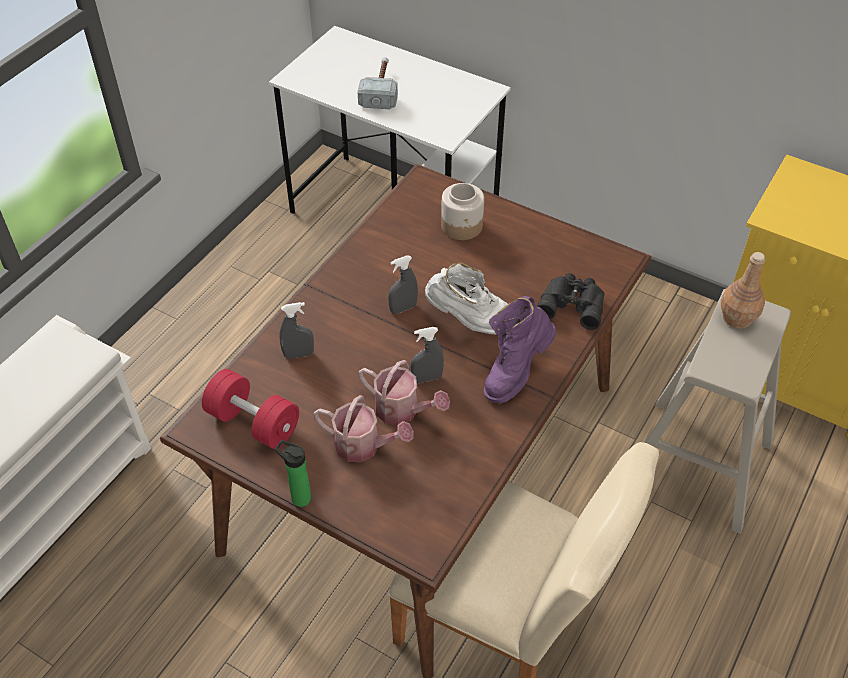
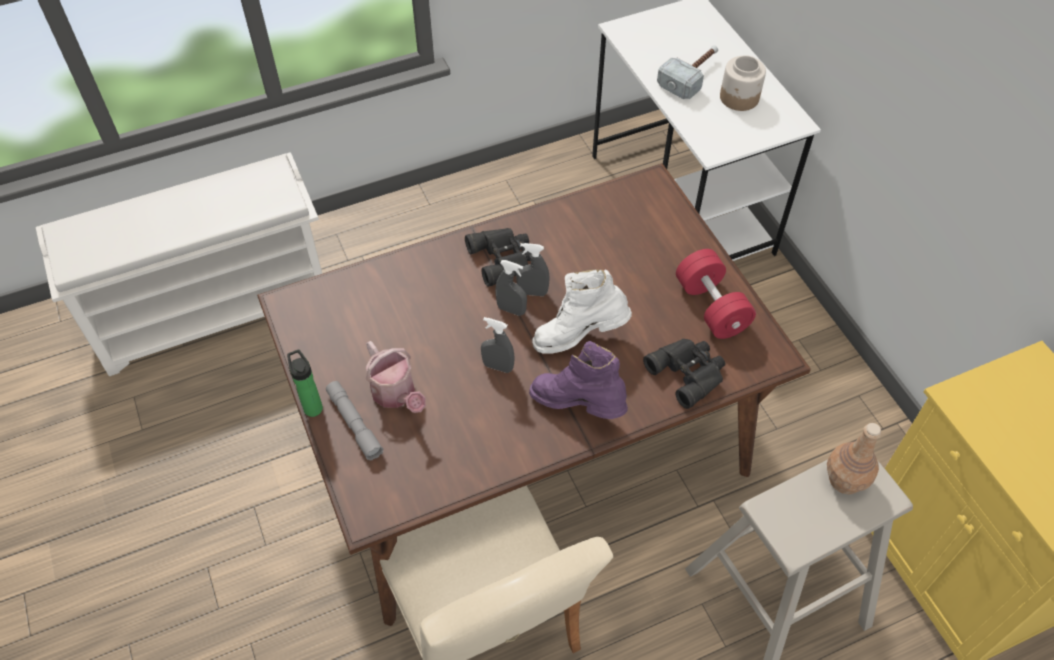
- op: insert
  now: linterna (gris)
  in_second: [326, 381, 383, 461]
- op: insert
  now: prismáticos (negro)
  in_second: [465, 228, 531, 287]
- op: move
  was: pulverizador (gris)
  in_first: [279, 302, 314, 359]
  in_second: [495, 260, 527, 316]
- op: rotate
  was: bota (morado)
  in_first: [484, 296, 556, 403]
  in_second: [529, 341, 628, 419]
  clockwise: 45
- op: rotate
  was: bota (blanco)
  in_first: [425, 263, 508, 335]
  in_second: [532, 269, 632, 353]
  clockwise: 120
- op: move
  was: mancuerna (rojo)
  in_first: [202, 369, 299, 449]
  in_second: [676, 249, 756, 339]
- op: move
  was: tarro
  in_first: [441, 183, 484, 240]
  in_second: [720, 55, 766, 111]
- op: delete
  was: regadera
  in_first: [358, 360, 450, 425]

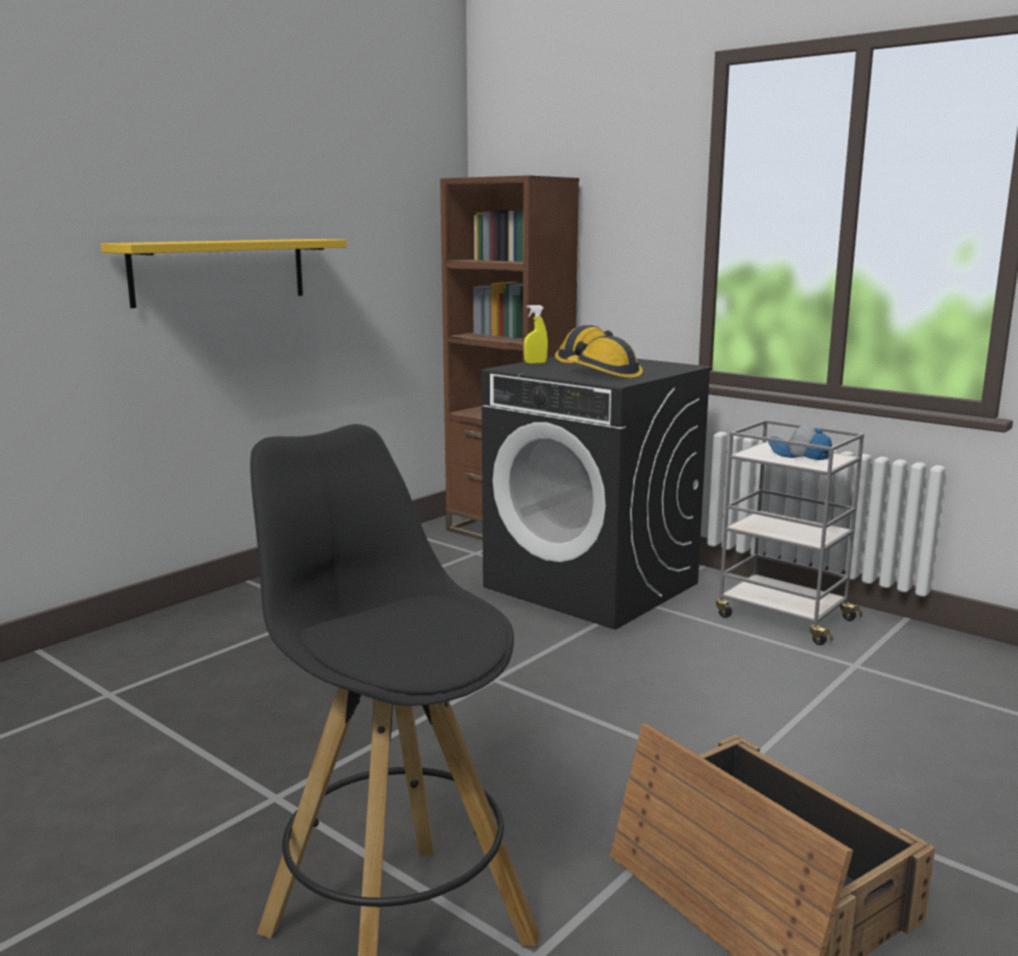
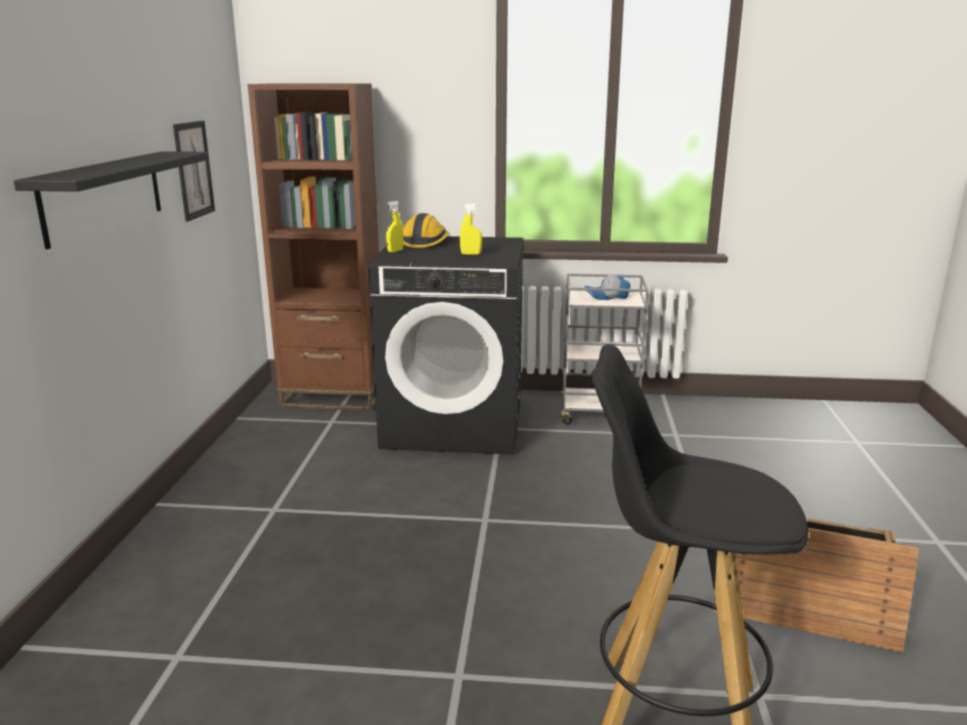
- op: recolor
  was: estante (amarillo)
  now: estante (negro)
  in_first: [101, 239, 347, 308]
  in_second: [14, 151, 209, 249]
- op: insert
  now: cuadro
  in_second: [173, 121, 215, 221]
- op: replace
  was: casco
  now: pulverizador (amarillo)
  in_first: [567, 336, 643, 378]
  in_second: [460, 203, 482, 255]

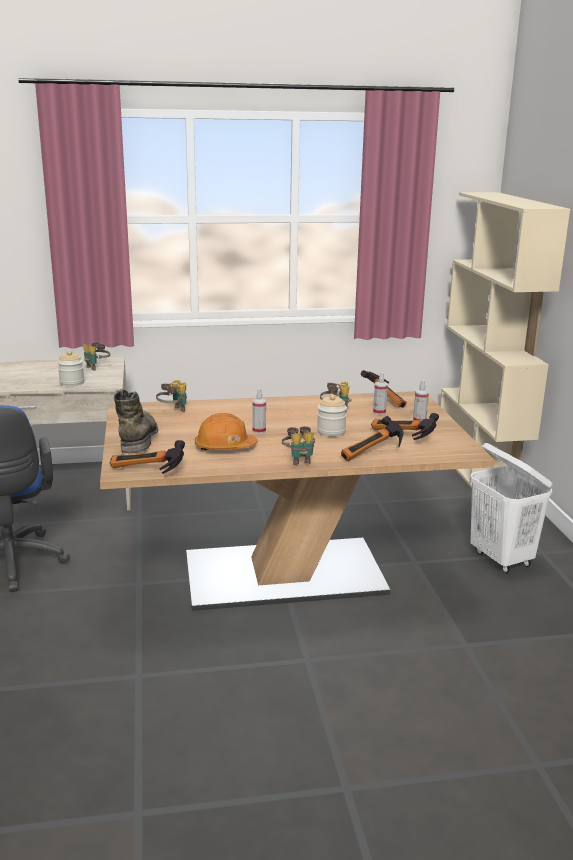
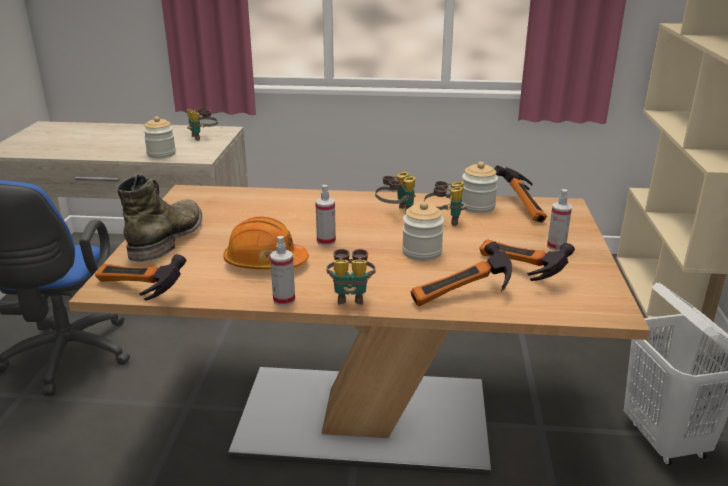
- op: move
  was: pulverizador
  in_first: [373, 372, 388, 415]
  in_second: [270, 236, 295, 306]
- op: move
  was: prismáticos
  in_first: [156, 380, 187, 412]
  in_second: [375, 172, 415, 213]
- op: insert
  now: tarro
  in_second: [462, 162, 498, 213]

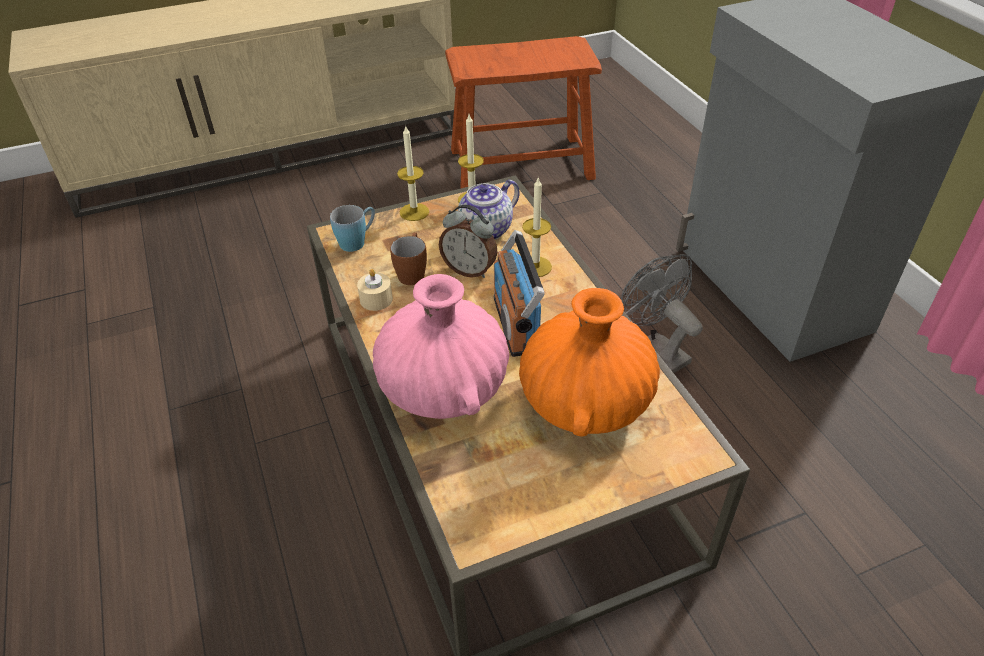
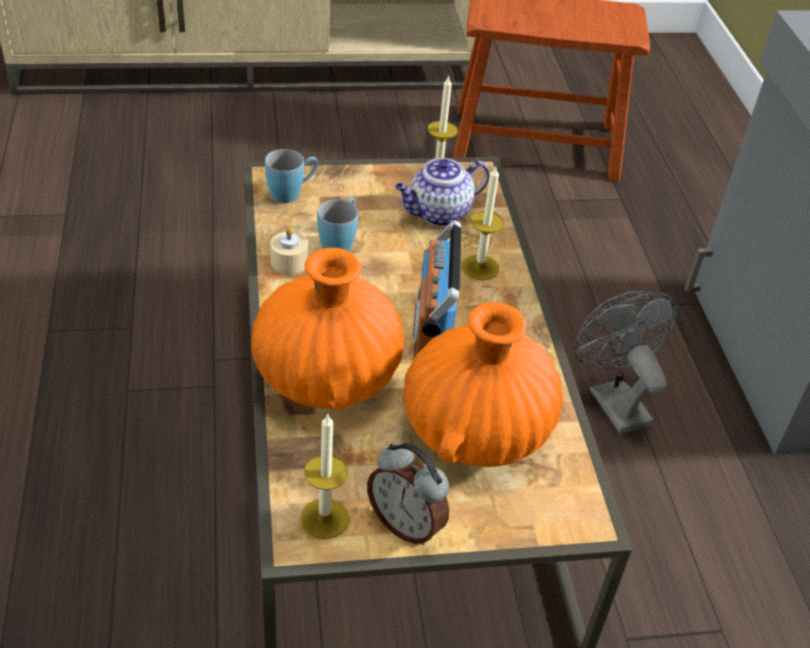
- op: recolor
  was: florero (rosa)
  now: florero (naranja)
  in_first: [373, 274, 509, 419]
  in_second: [251, 248, 404, 410]
- op: move
  was: vela
  in_first: [397, 125, 429, 221]
  in_second: [300, 414, 349, 539]
- op: recolor
  was: taza grande (marrón)
  now: taza grande (azul)
  in_first: [390, 233, 427, 285]
  in_second: [317, 197, 358, 251]
- op: move
  was: despertador
  in_first: [439, 205, 498, 278]
  in_second: [367, 443, 449, 545]

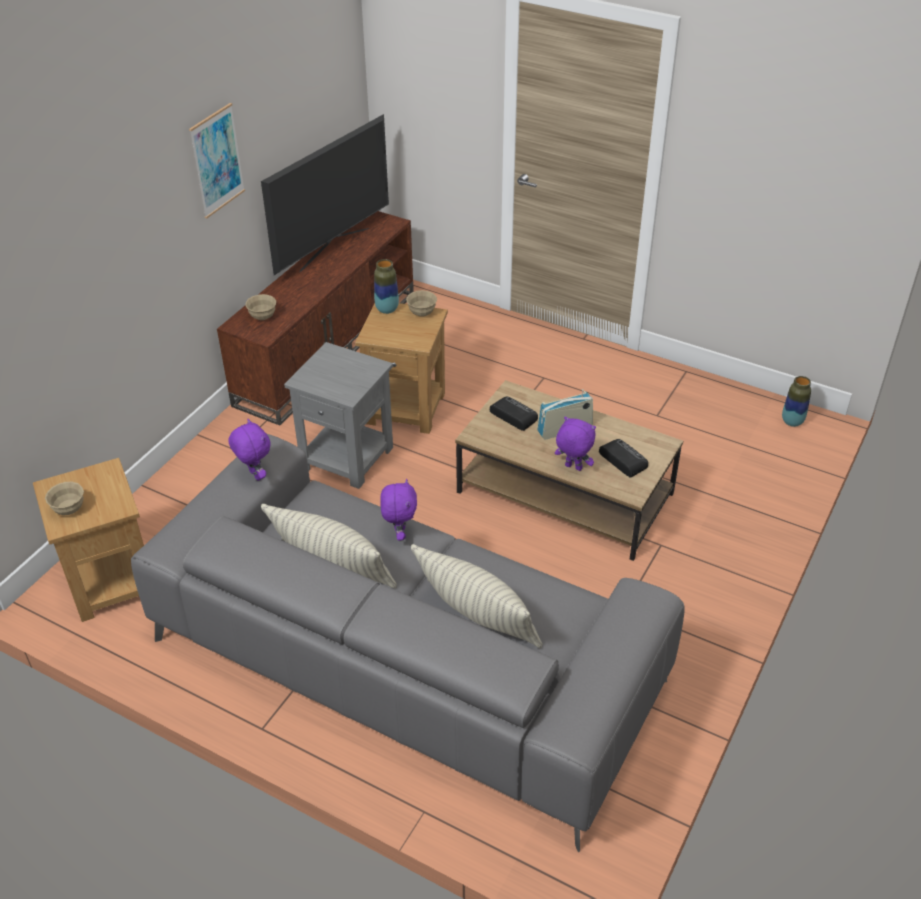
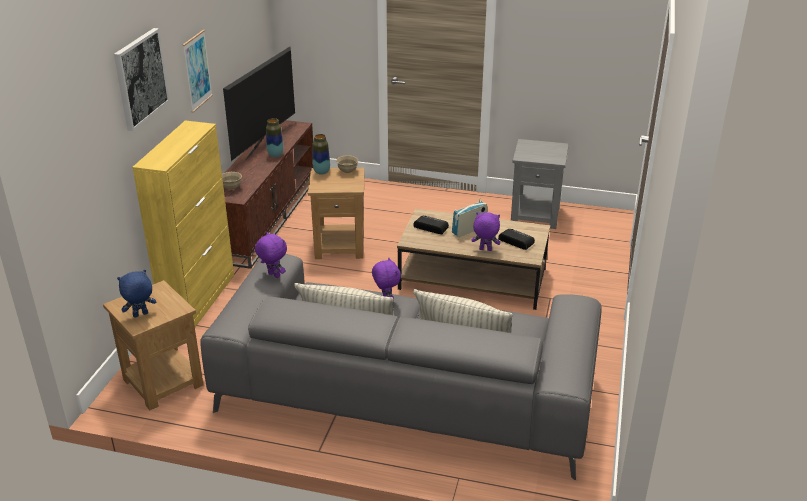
- op: insert
  now: cuadro
  in_second: [114, 28, 170, 131]
- op: replace
  was: cuenco (beis)
  now: peluche (azul)
  in_first: [45, 482, 84, 515]
  in_second: [117, 270, 156, 318]
- op: insert
  now: armario (amarillo)
  in_second: [132, 120, 234, 327]
- op: move
  was: florero
  in_first: [782, 376, 811, 427]
  in_second: [266, 118, 284, 157]
- op: move
  was: mesa auxiliar (gris)
  in_first: [284, 342, 393, 489]
  in_second: [511, 139, 569, 229]

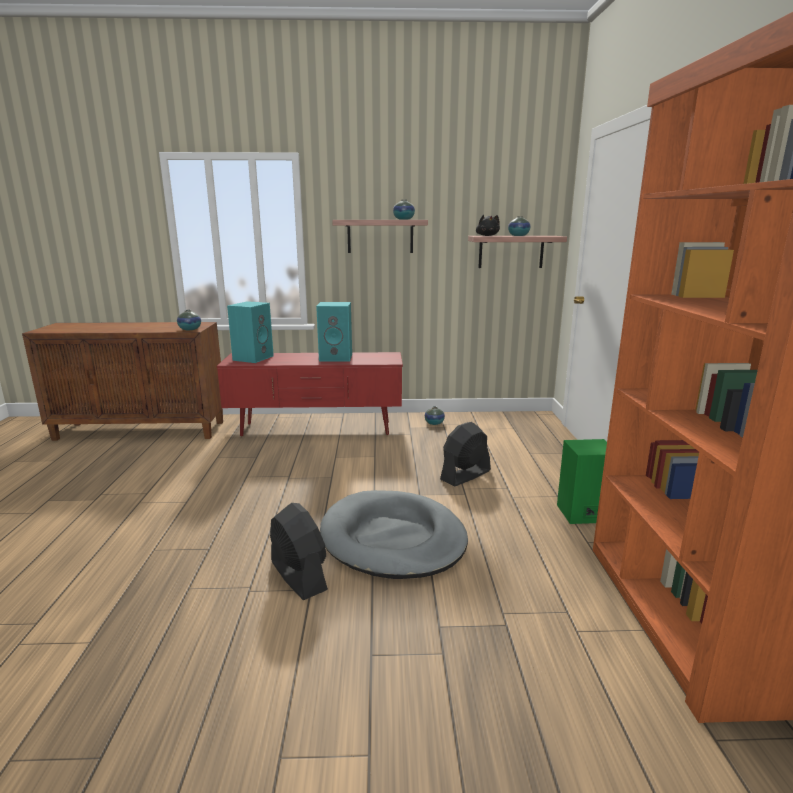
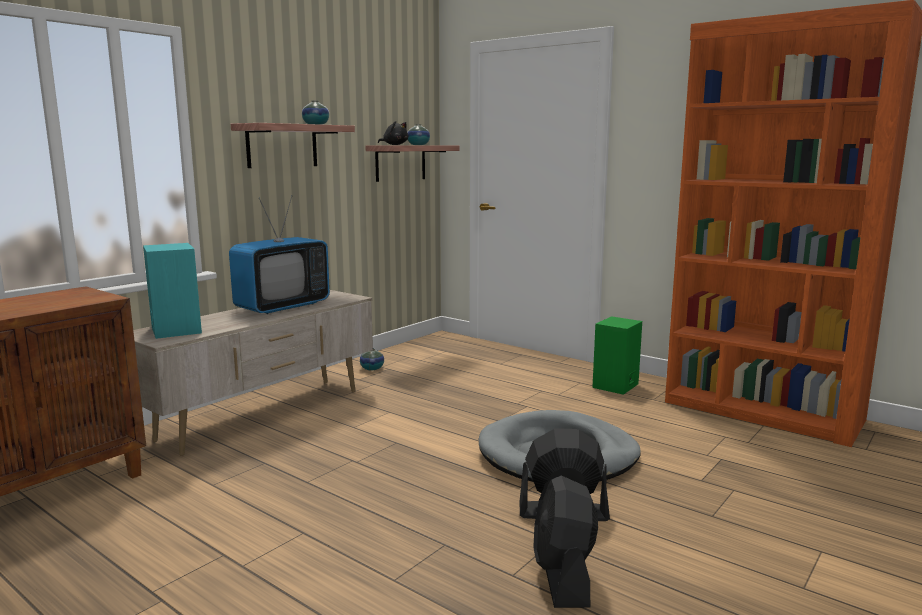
- op: recolor
  was: mueble de televisión (rojo)
  now: mueble de televisión (beis)
  in_first: [217, 352, 403, 436]
  in_second: [133, 290, 373, 456]
- op: replace
  was: altavoz (turquesa)
  now: televisor
  in_first: [316, 302, 352, 361]
  in_second: [229, 195, 330, 314]
- op: move
  was: ventilador (negro)
  in_first: [440, 422, 491, 486]
  in_second: [533, 475, 598, 608]
- op: delete
  was: florero
  in_first: [177, 310, 201, 330]

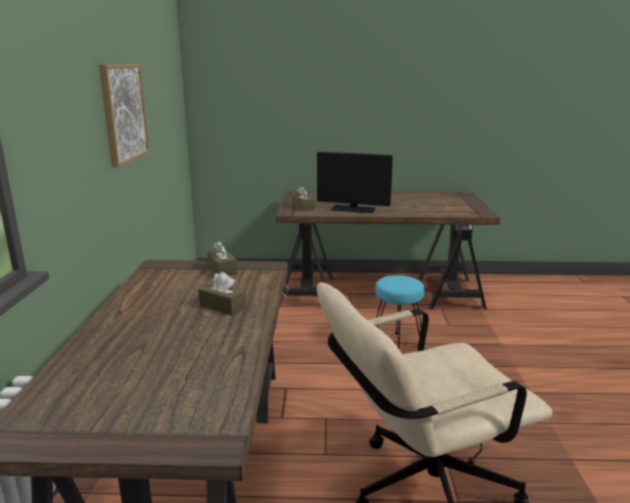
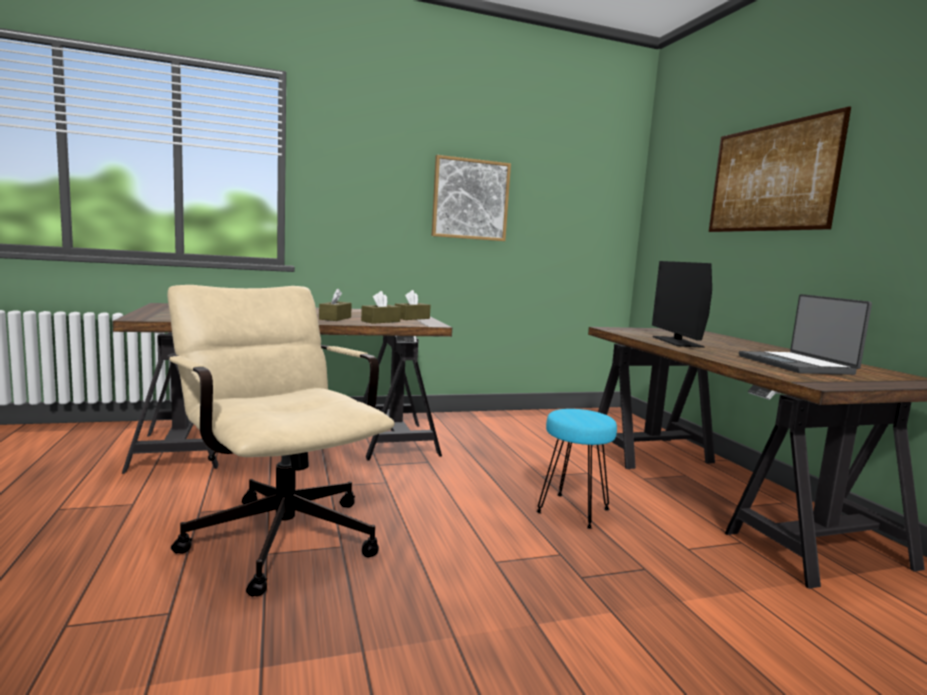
- op: move
  was: caja de pañuelos (marrón)
  in_first: [292, 186, 315, 211]
  in_second: [361, 291, 401, 324]
- op: insert
  now: cuadro
  in_second: [709, 106, 851, 232]
- op: insert
  now: portátil
  in_second: [739, 294, 872, 375]

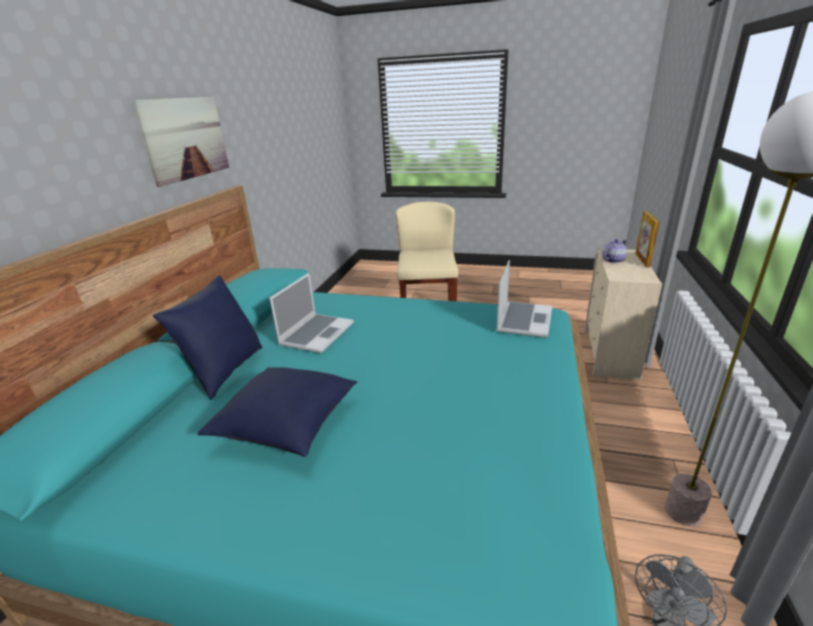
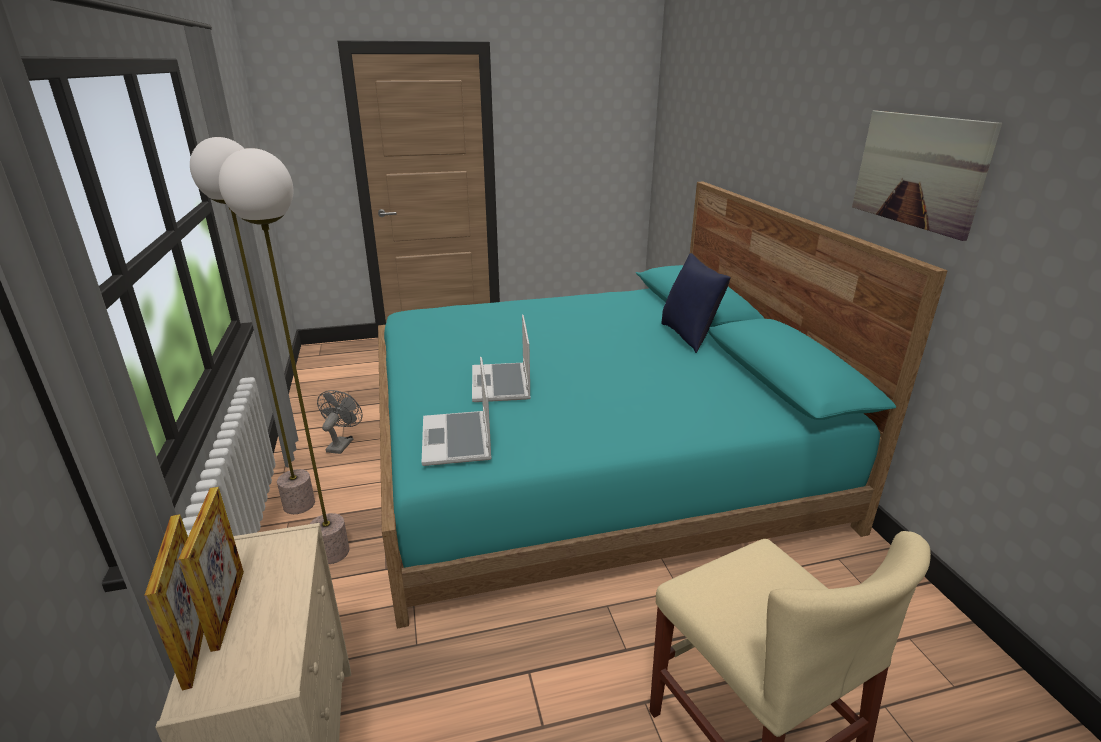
- op: insert
  now: portarretratos
  in_second: [178, 487, 244, 652]
- op: insert
  now: lámpara de pie
  in_second: [219, 148, 349, 564]
- op: move
  was: portátil
  in_first: [269, 273, 354, 353]
  in_second: [472, 315, 531, 402]
- op: delete
  was: cojín (azul)
  in_first: [197, 367, 357, 457]
- op: delete
  was: tetera
  in_first: [602, 239, 627, 263]

